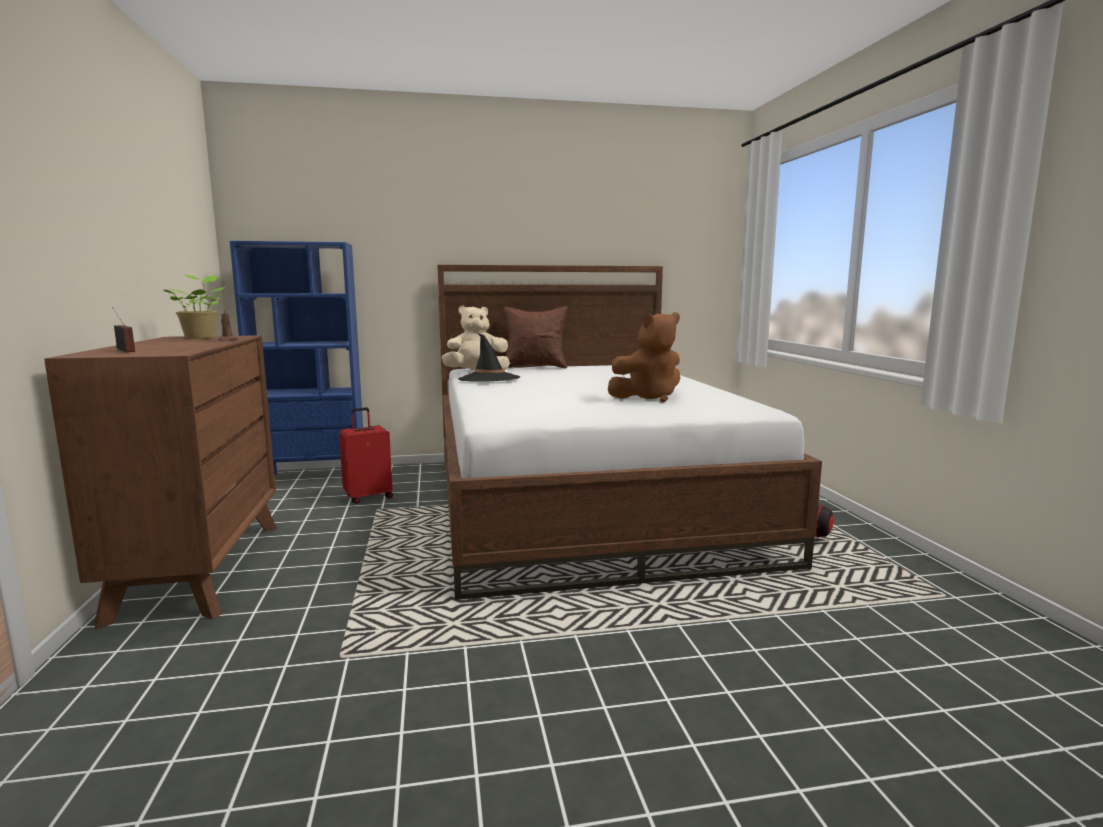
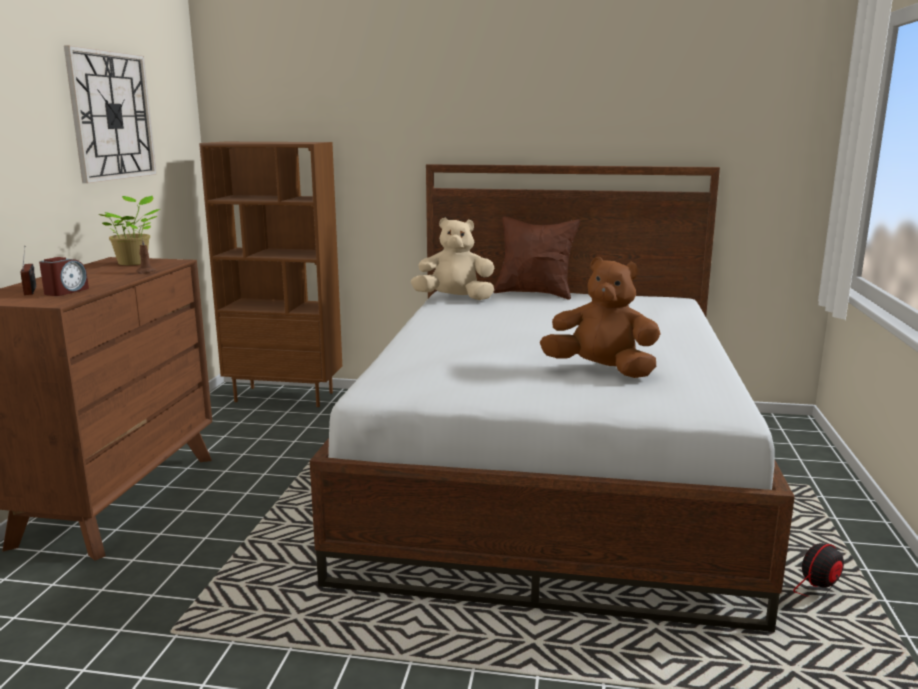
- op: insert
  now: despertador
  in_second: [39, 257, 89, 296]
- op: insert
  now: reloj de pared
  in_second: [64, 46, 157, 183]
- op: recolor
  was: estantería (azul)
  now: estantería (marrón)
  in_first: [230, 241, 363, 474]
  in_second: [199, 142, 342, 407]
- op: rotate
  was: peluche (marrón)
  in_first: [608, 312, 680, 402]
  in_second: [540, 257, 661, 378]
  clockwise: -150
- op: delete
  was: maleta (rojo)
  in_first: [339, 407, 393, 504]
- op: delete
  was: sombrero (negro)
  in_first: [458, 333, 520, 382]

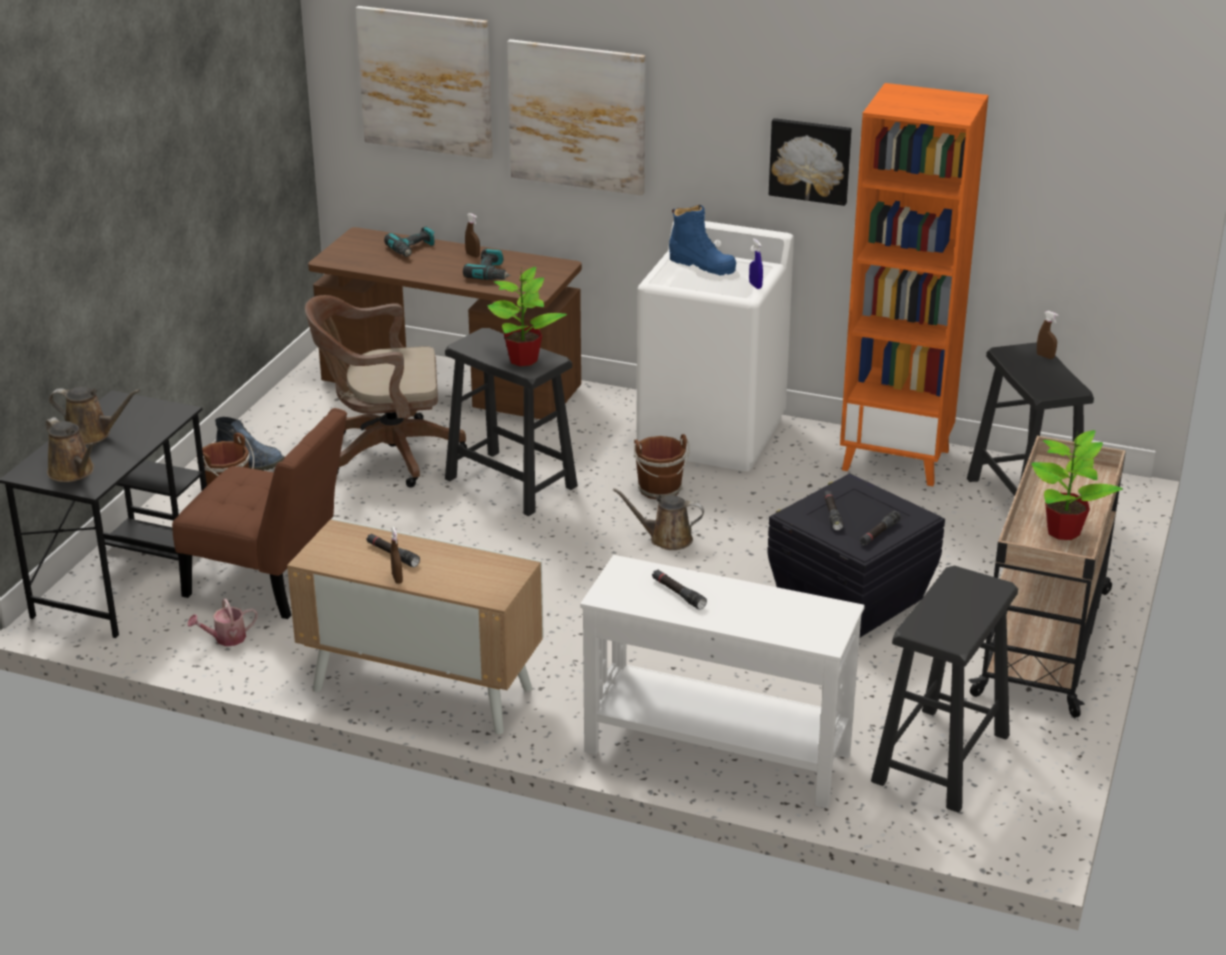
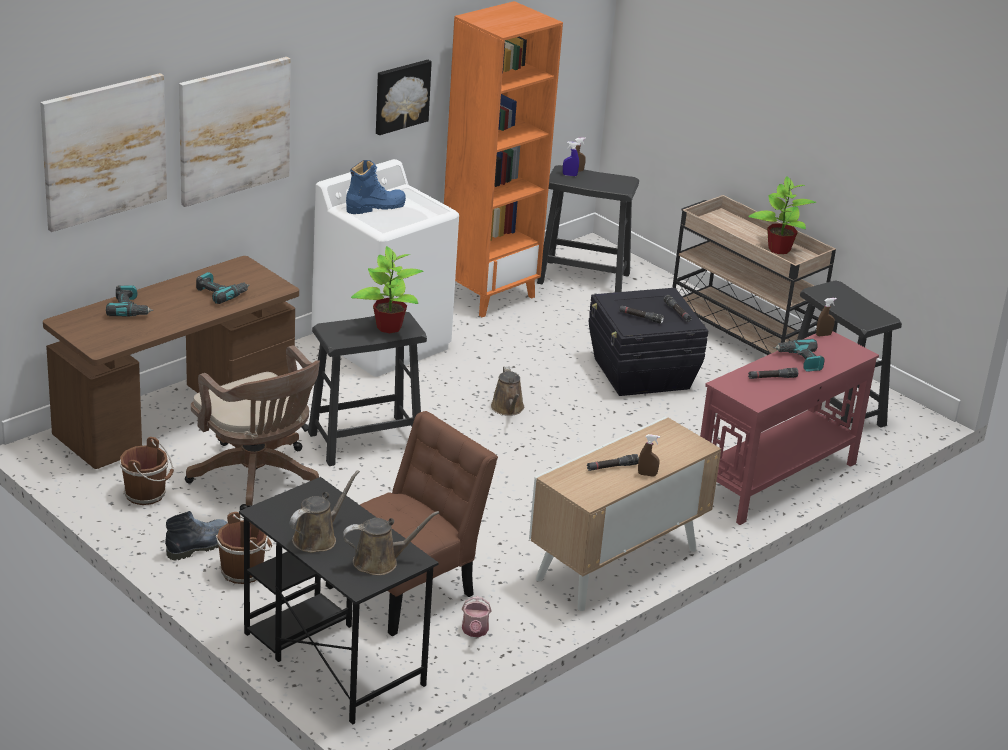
- op: move
  was: cubo (marrón)
  in_first: [634, 434, 690, 499]
  in_second: [120, 437, 174, 505]
- op: rotate
  was: silla de oficina (marrón)
  in_first: [305, 295, 467, 488]
  in_second: [185, 345, 320, 510]
  clockwise: -60
- op: rotate
  was: regadera (marrón)
  in_first: [613, 488, 704, 550]
  in_second: [491, 366, 524, 416]
  clockwise: -45
- op: move
  was: pulverizador (azul)
  in_first: [749, 238, 763, 289]
  in_second: [563, 141, 579, 176]
- op: recolor
  was: mesa consola (blanco)
  now: mesa consola (rojo)
  in_first: [580, 555, 865, 809]
  in_second: [700, 331, 879, 525]
- op: insert
  now: taladro
  in_second: [774, 339, 825, 372]
- op: move
  was: pulverizador (marrón)
  in_first: [465, 213, 480, 257]
  in_second: [816, 298, 837, 336]

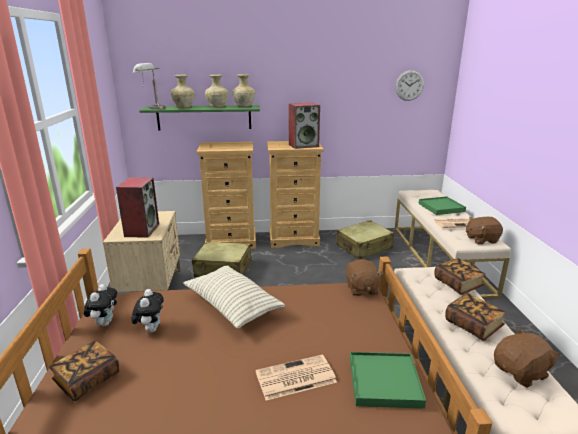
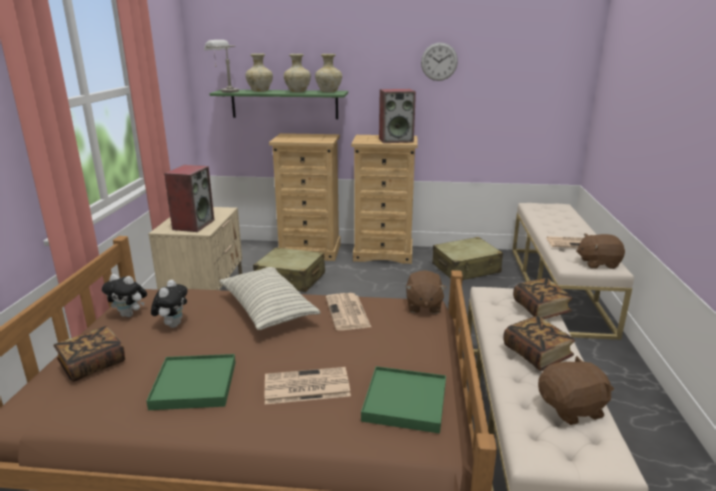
- op: rotate
  was: peluche
  in_first: [84, 284, 117, 326]
  in_second: [102, 274, 147, 317]
  clockwise: 90
- op: move
  was: bandeja (verde)
  in_first: [419, 196, 466, 215]
  in_second: [146, 354, 236, 410]
- op: insert
  now: periódico
  in_second: [326, 293, 371, 330]
- op: move
  was: reloj de pared
  in_first: [395, 70, 424, 101]
  in_second: [421, 42, 458, 81]

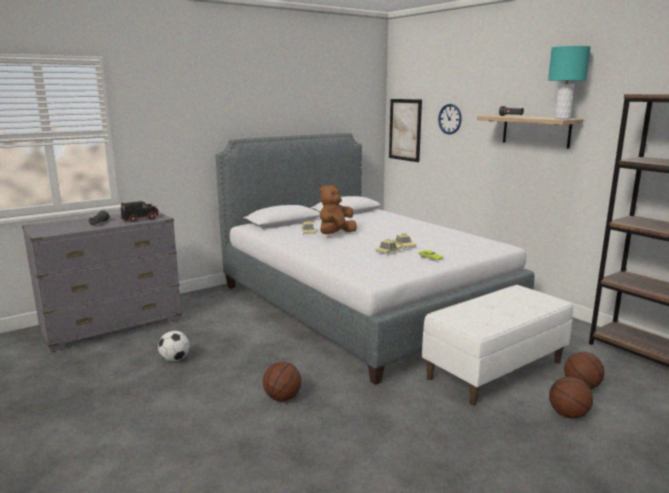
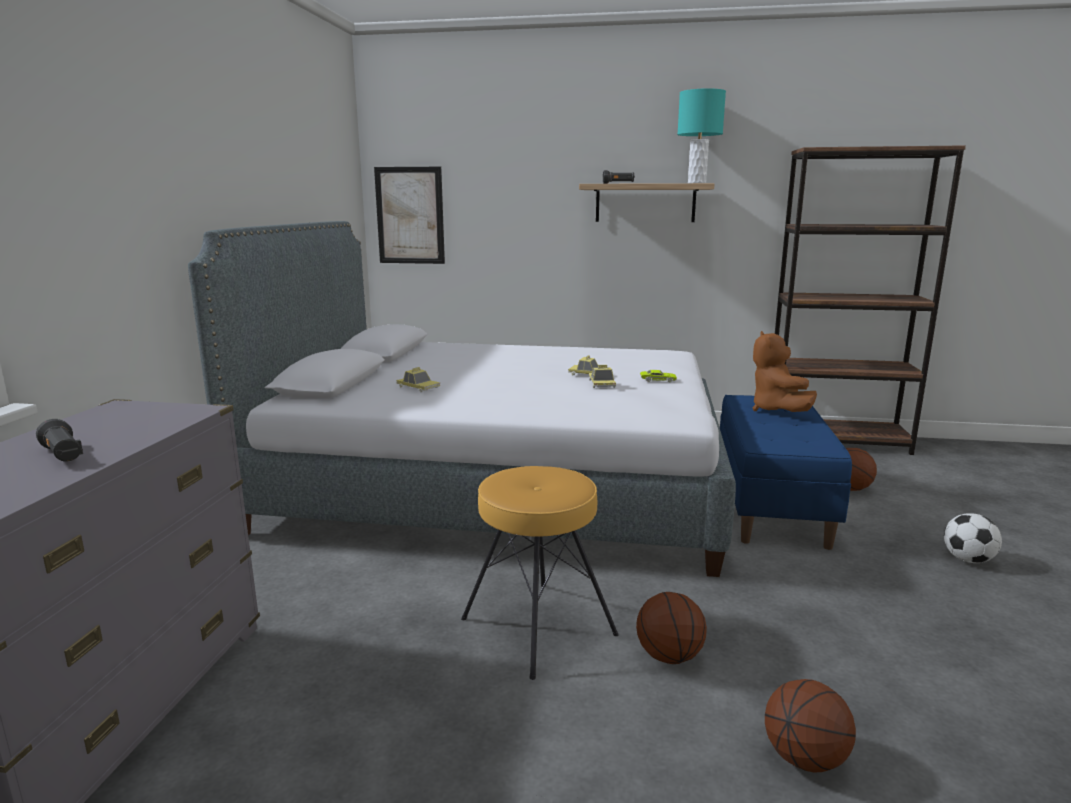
- op: insert
  now: taburete (marrón)
  in_second: [461, 466, 619, 680]
- op: recolor
  was: banco (blanco)
  now: banco (azul)
  in_first: [422, 285, 573, 405]
  in_second: [720, 395, 852, 550]
- op: move
  was: peluche (marrón)
  in_first: [319, 184, 357, 234]
  in_second: [752, 331, 817, 412]
- op: move
  was: balón de baloncesto
  in_first: [549, 377, 593, 418]
  in_second: [765, 679, 856, 772]
- op: move
  was: balón de fútbol
  in_first: [158, 331, 190, 362]
  in_second: [944, 513, 1002, 563]
- op: delete
  was: camión de juguete
  in_first: [120, 201, 161, 222]
- op: delete
  was: reloj de pared
  in_first: [438, 104, 462, 135]

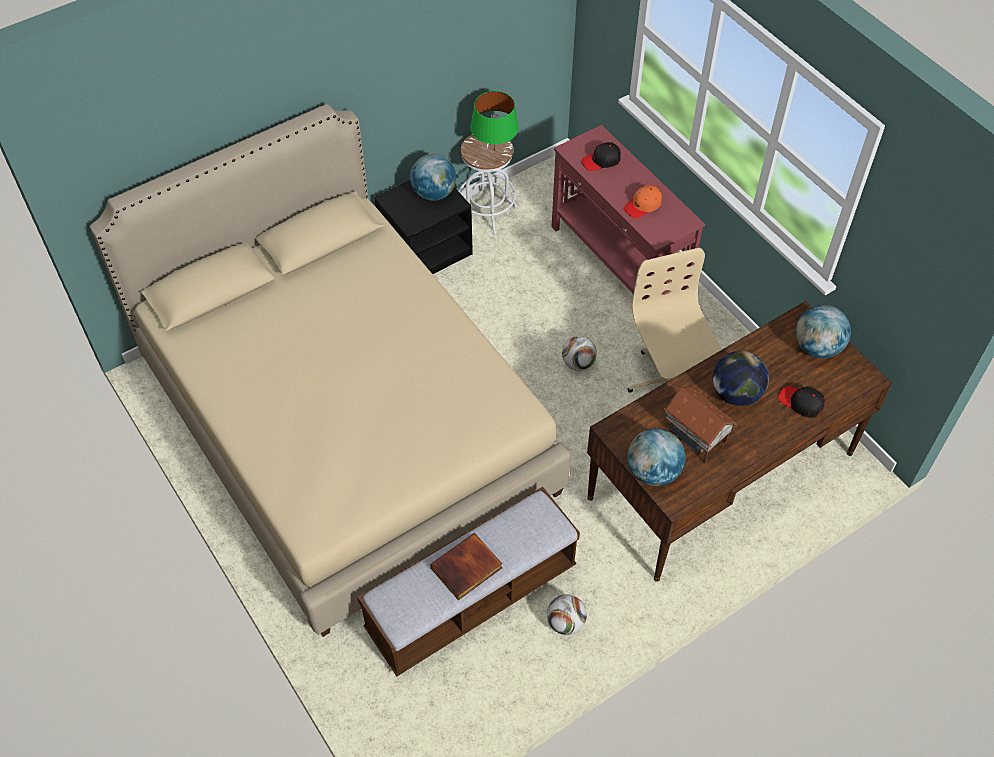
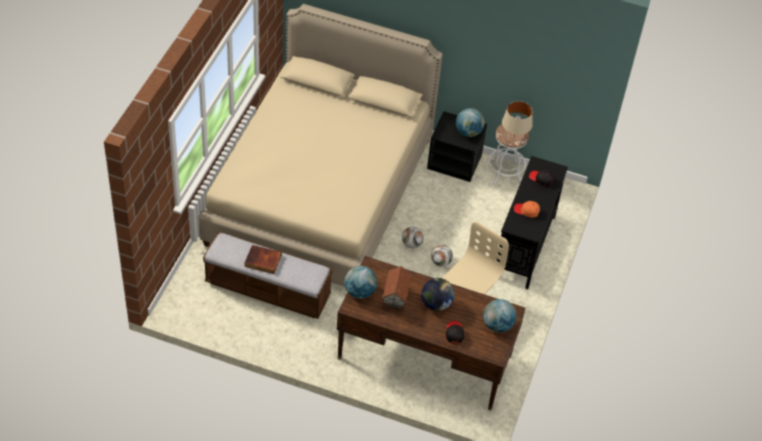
- op: move
  was: balón de fútbol
  in_first: [547, 594, 587, 635]
  in_second: [402, 227, 424, 248]
- op: recolor
  was: mesa consola (rojo)
  now: mesa consola (negro)
  in_first: [552, 125, 705, 300]
  in_second: [496, 156, 568, 289]
- op: recolor
  was: lámpara de mesa (verde)
  now: lámpara de mesa (beis)
  in_first: [470, 91, 519, 151]
  in_second: [502, 101, 533, 138]

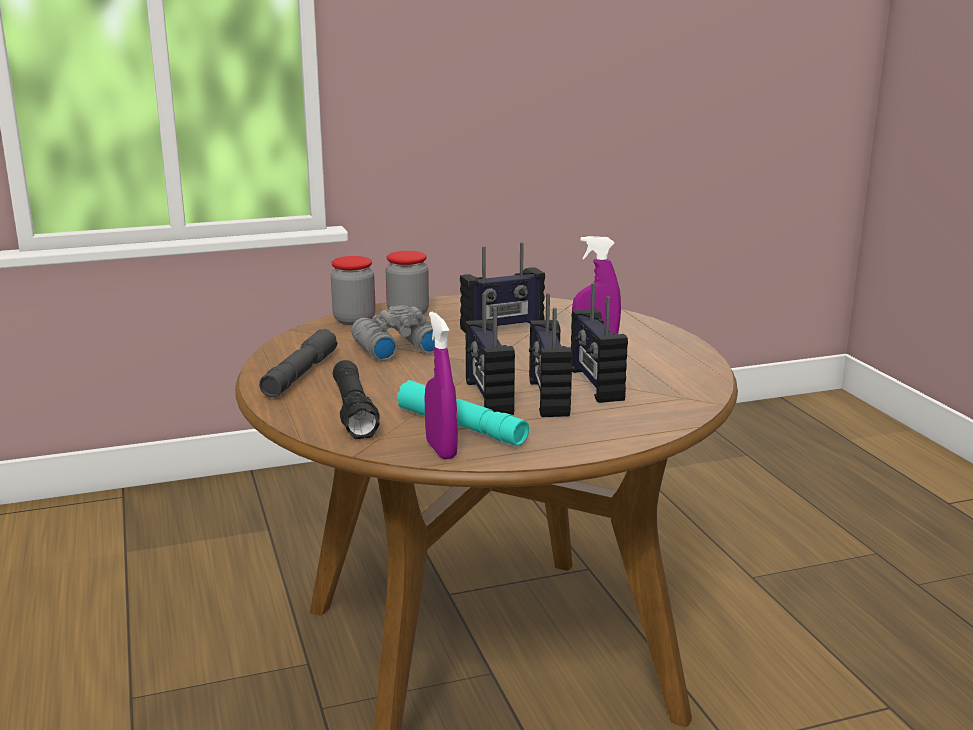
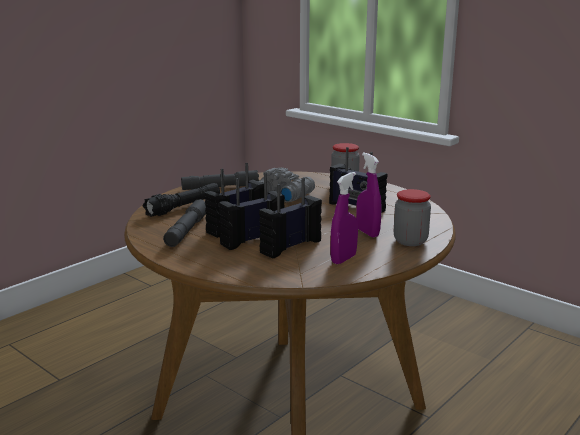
- op: recolor
  was: linterna (turquesa)
  now: linterna (gris)
  in_first: [397, 380, 529, 446]
  in_second: [163, 199, 206, 247]
- op: move
  was: pulverizador (morado)
  in_first: [425, 311, 457, 460]
  in_second: [330, 172, 358, 264]
- op: move
  was: tarro
  in_first: [331, 256, 376, 325]
  in_second: [394, 189, 431, 246]

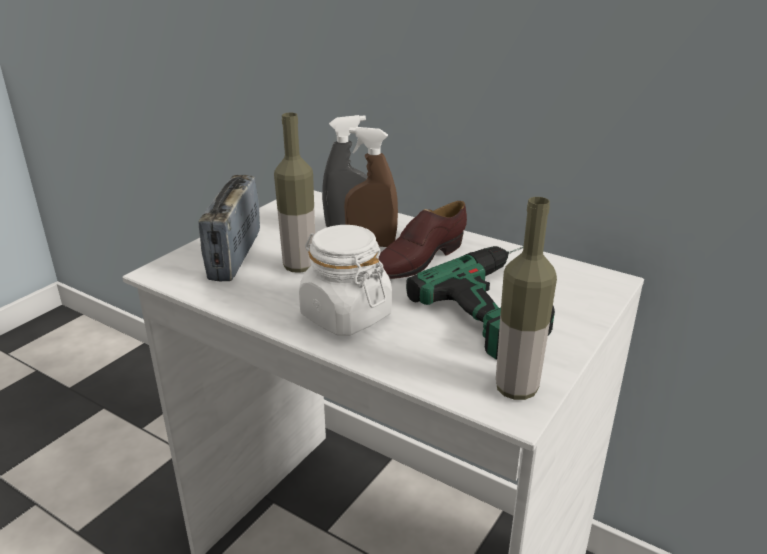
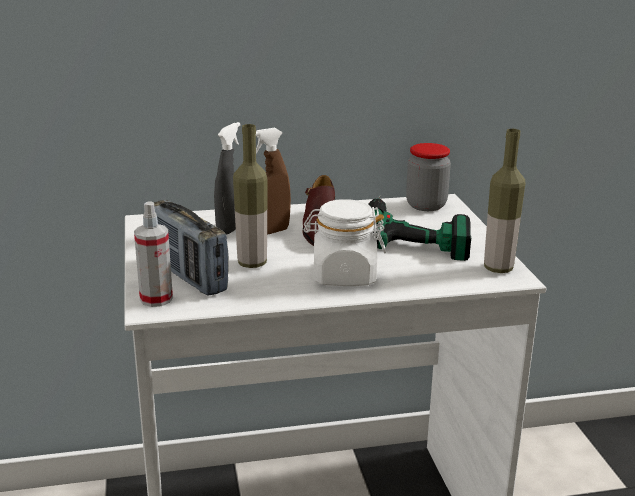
- op: insert
  now: pulverizador
  in_second: [134, 201, 173, 307]
- op: insert
  now: tarro
  in_second: [406, 143, 451, 211]

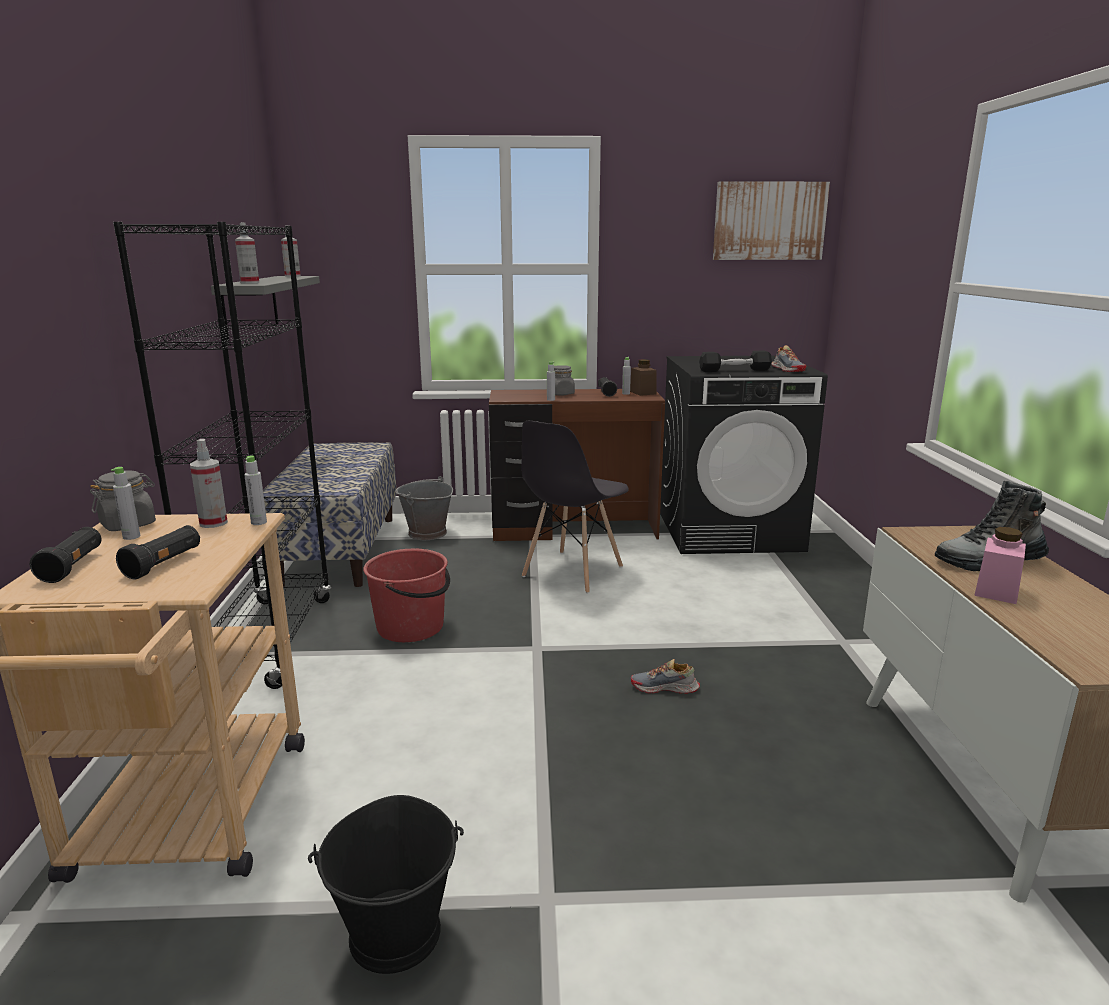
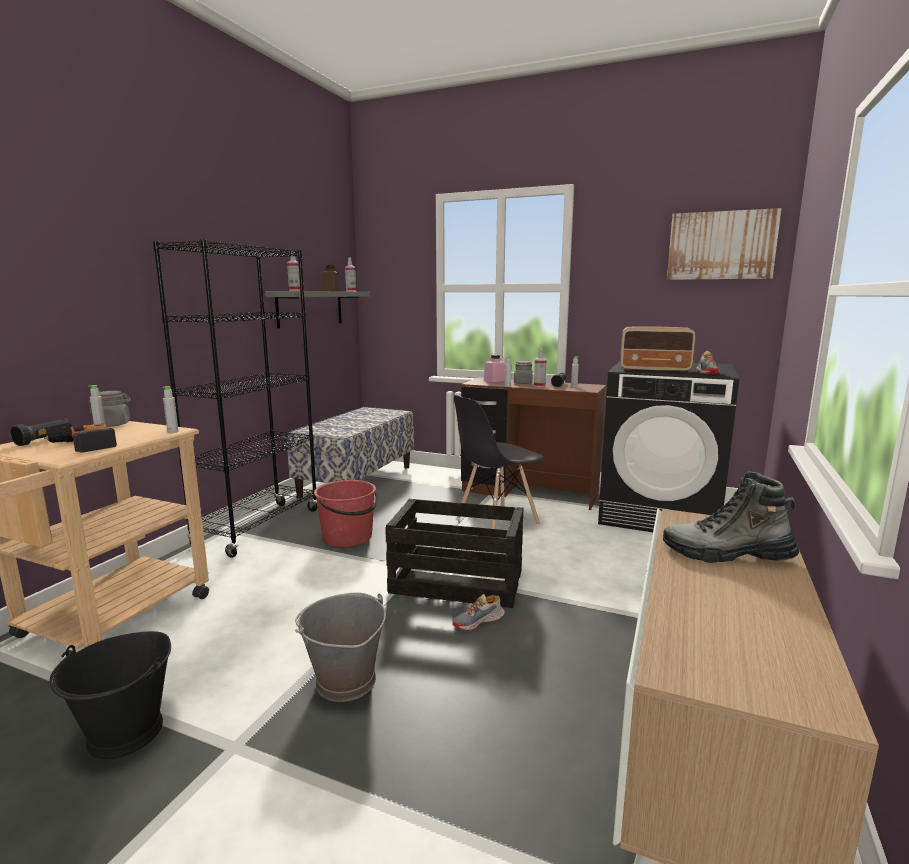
- op: replace
  was: linterna (negro)
  now: taladro
  in_first: [116, 525, 200, 579]
  in_second: [44, 424, 117, 453]
- op: move
  was: cubo (gris)
  in_first: [395, 476, 453, 540]
  in_second: [295, 593, 386, 702]
- op: move
  was: tarro (marrón)
  in_first: [630, 359, 657, 396]
  in_second: [322, 265, 341, 291]
- op: insert
  now: caja de embalaje
  in_second: [385, 498, 523, 608]
- op: rotate
  was: zapato
  in_first: [631, 659, 700, 694]
  in_second: [452, 594, 505, 631]
  clockwise: -60
- op: move
  was: tarro (rosa)
  in_first: [974, 527, 1026, 604]
  in_second: [484, 355, 506, 382]
- op: move
  was: pulverizador
  in_first: [190, 439, 228, 528]
  in_second: [534, 349, 547, 387]
- op: replace
  was: mancuerna (negro)
  now: radio
  in_first: [699, 350, 772, 372]
  in_second: [620, 327, 695, 373]

